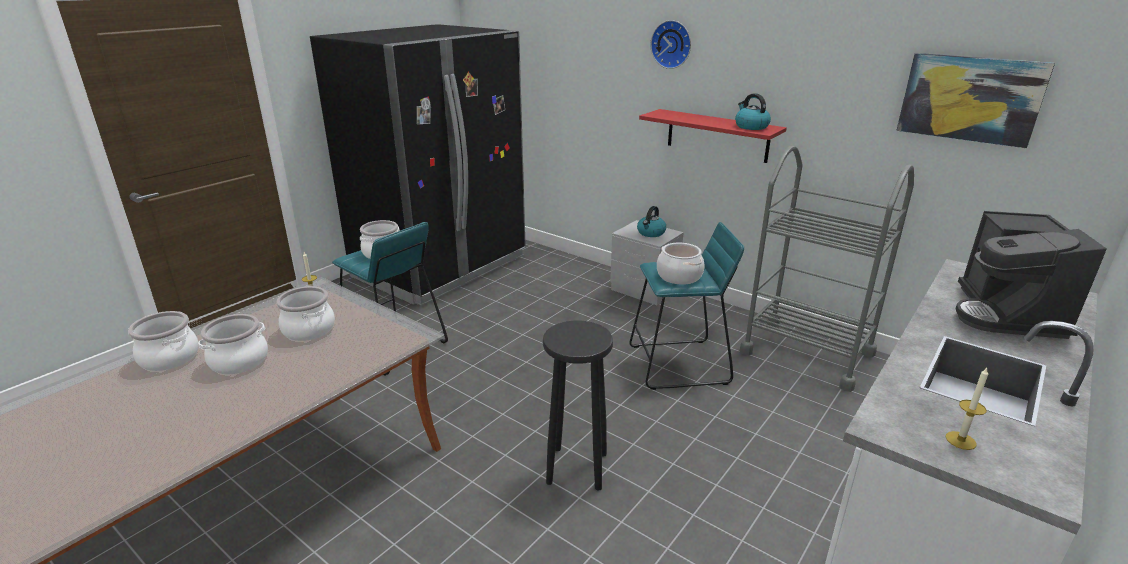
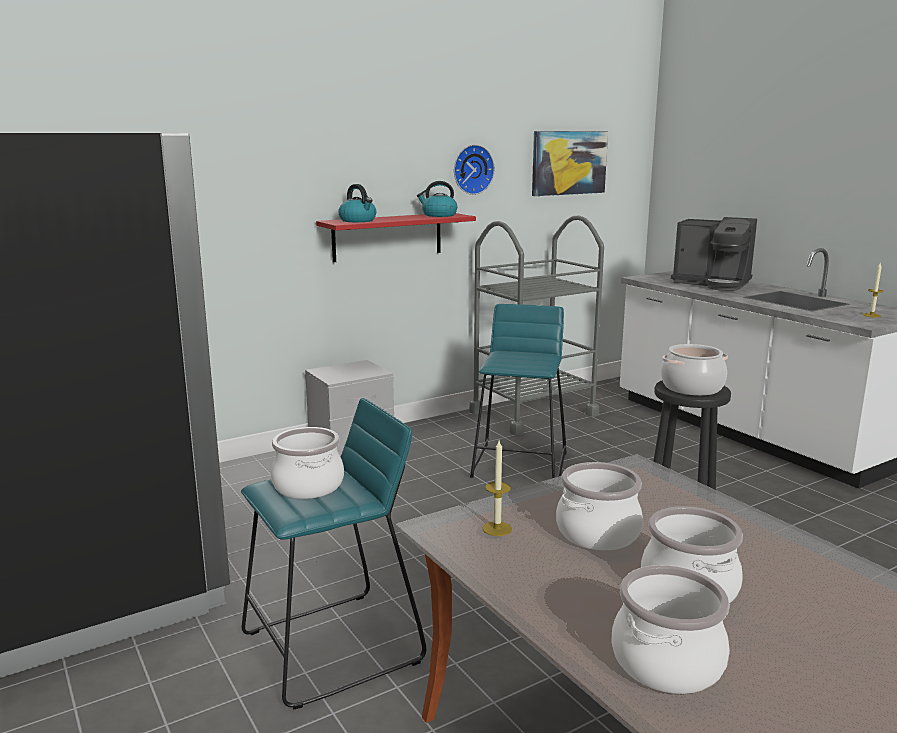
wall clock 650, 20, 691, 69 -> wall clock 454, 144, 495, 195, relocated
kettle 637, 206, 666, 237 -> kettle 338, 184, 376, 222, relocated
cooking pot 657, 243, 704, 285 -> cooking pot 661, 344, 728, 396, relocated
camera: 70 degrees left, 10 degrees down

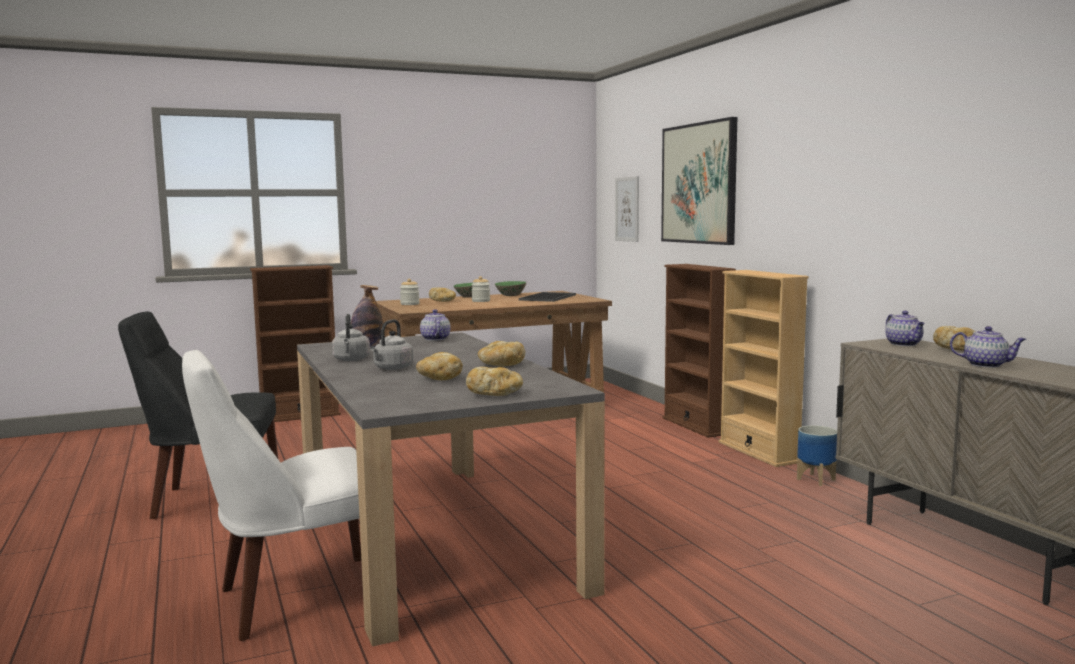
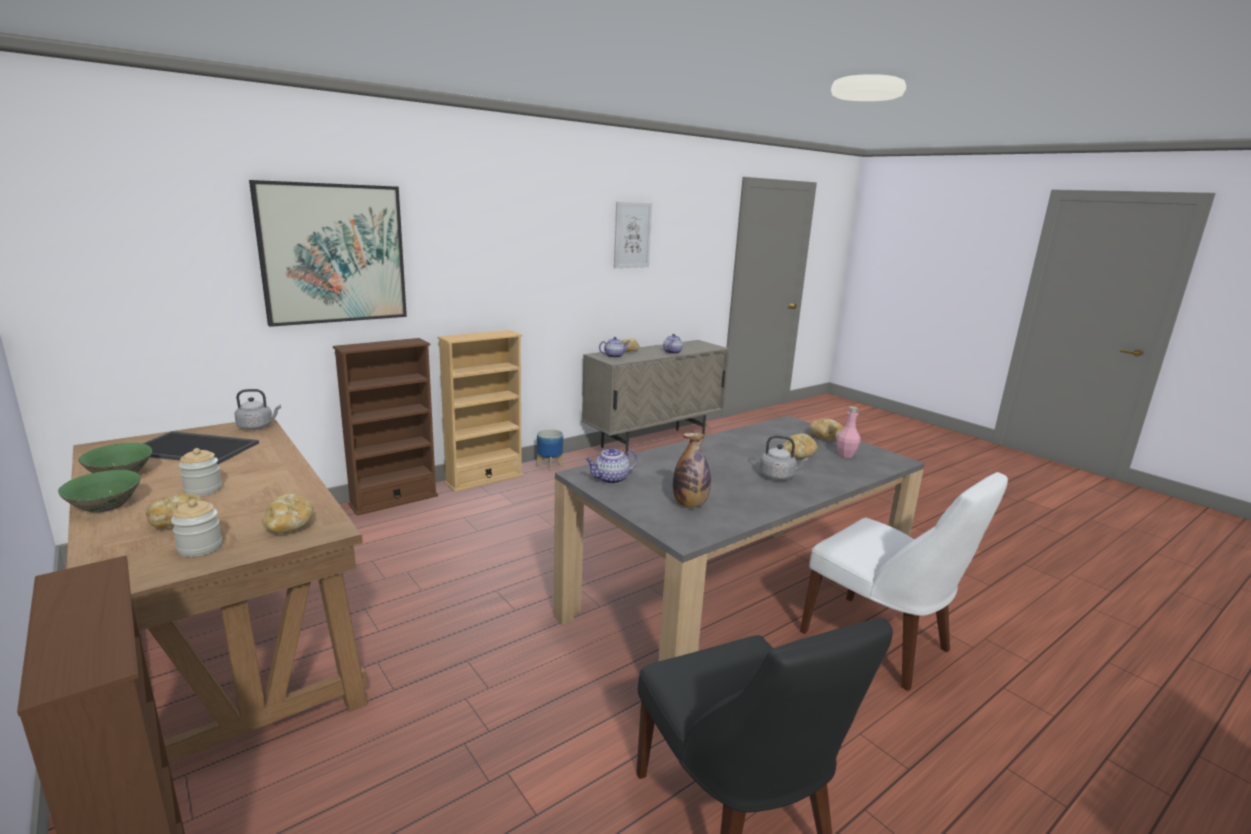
picture 615, 176, 639, 242 -> picture 614, 202, 652, 268, relocated
greyish kettle 332, 314, 370, 361 -> greyish kettle 235, 389, 281, 430, relocated
bakery bread 478, 341, 525, 366 -> bakery bread 262, 494, 313, 533, relocated
none -> pinkish drink bottle 836, 406, 861, 458
camera: 105 degrees left, 10 degrees up

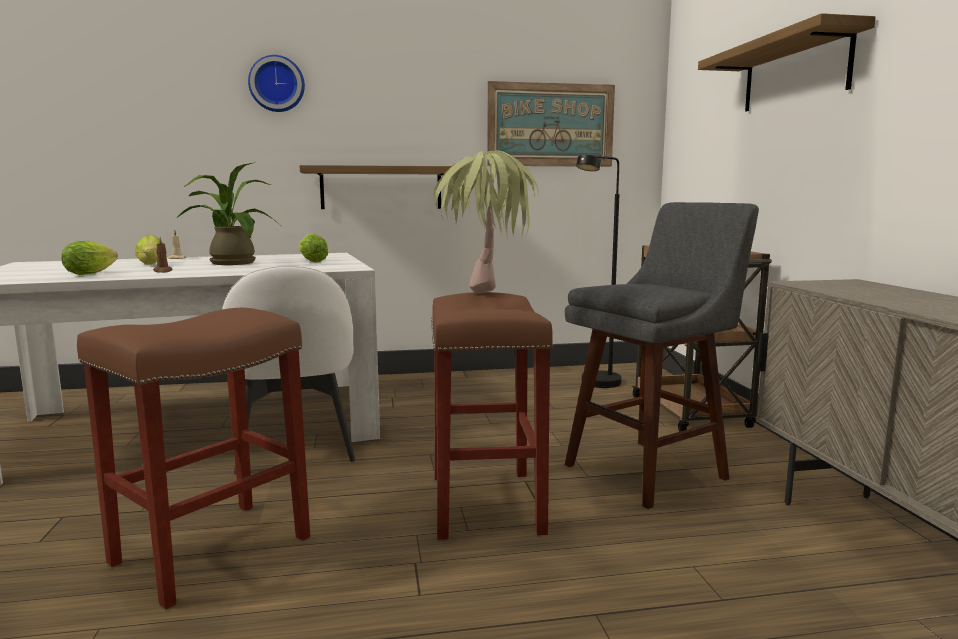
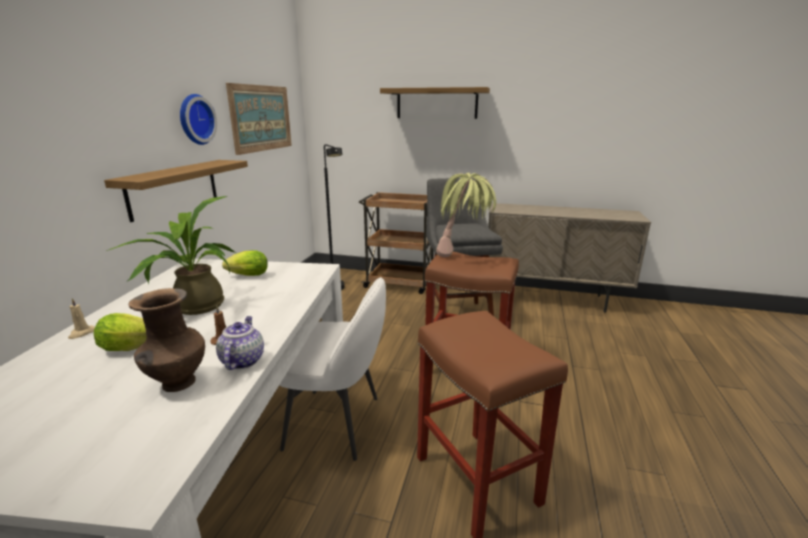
wall clock 248, 55, 305, 112 -> wall clock 180, 94, 217, 145, relocated
head of lettuce 61, 241, 118, 275 -> brown-coloured vase 128, 288, 205, 392
none -> pot for tea 216, 316, 264, 370
camera: 65 degrees left, 10 degrees up

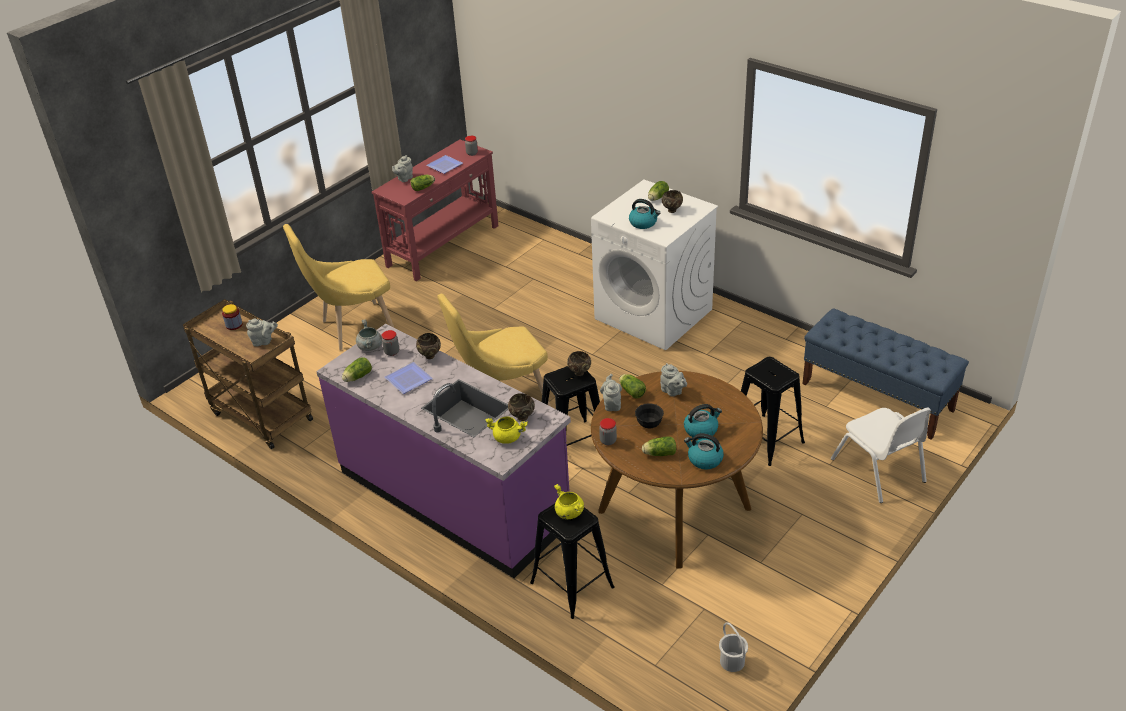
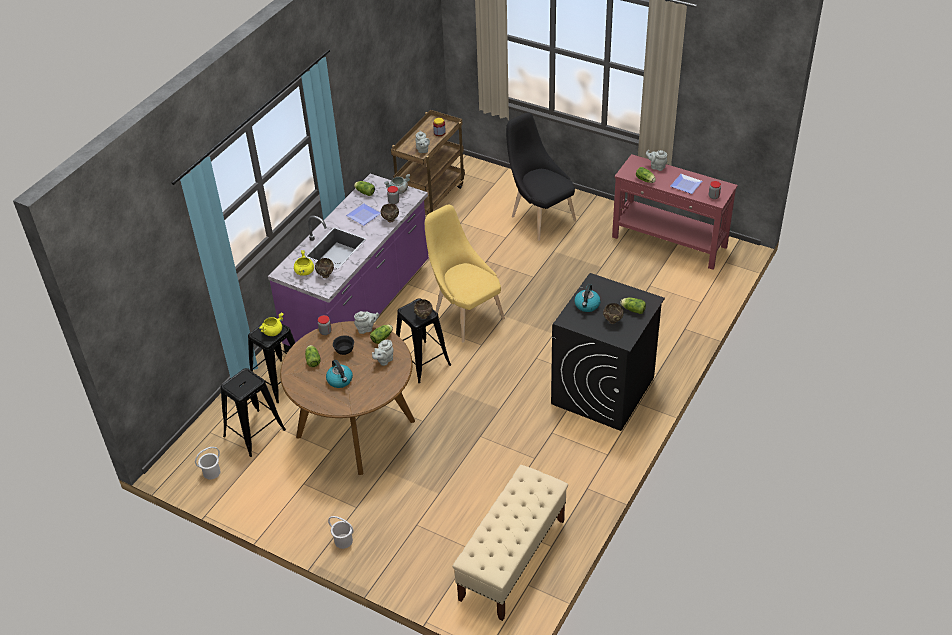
white-coloured laundry machine 591, 180, 718, 350 -> black-coloured laundry machine 551, 273, 665, 431
yellowish upright chair 283, 224, 394, 350 -> black-coloured upright chair 506, 113, 576, 241
blue-coloured bench 802, 308, 969, 440 -> beige-coloured bench 453, 465, 568, 621
black-coloured sitting stool 741, 357, 805, 466 -> black-coloured sitting stool 221, 368, 286, 457, relocated
white-coloured upright chair 831, 407, 931, 503 -> none
kettle 684, 433, 724, 469 -> none
none -> white-coloured water bucket 328, 516, 354, 549
camera: 80 degrees right, 5 degrees up

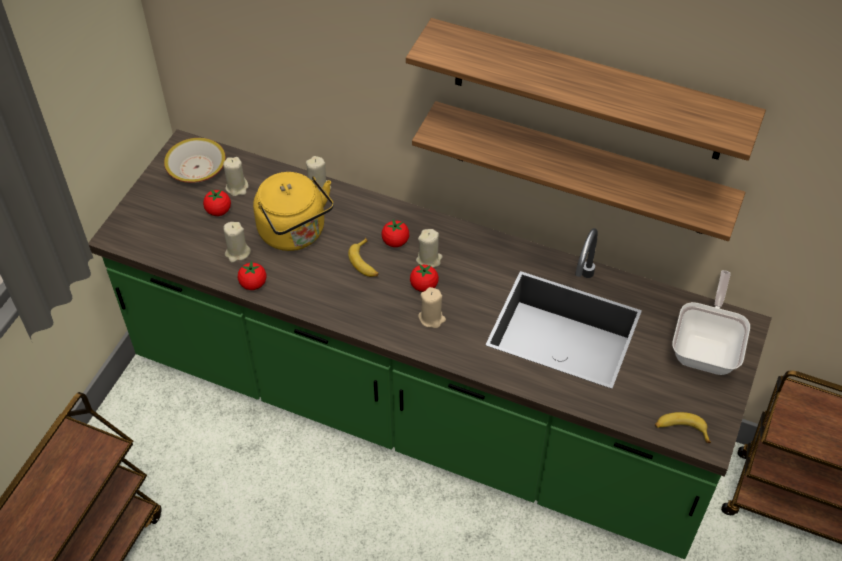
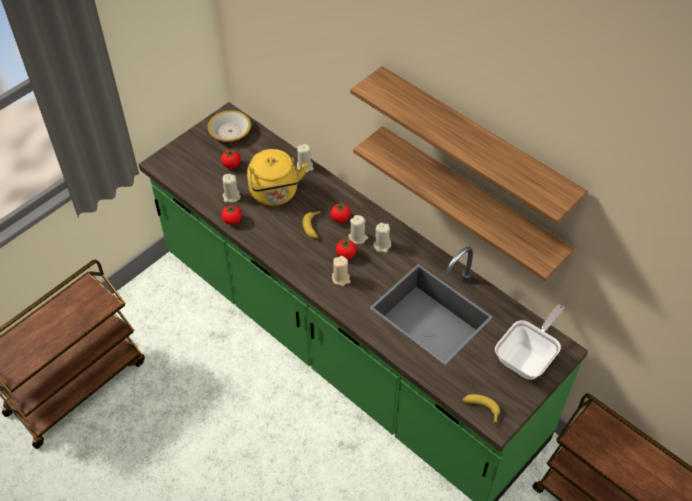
beige-coloured wax candle 223, 157, 249, 196 -> beige-coloured wax candle 373, 223, 391, 253, relocated
camera: 20 degrees right, 0 degrees up

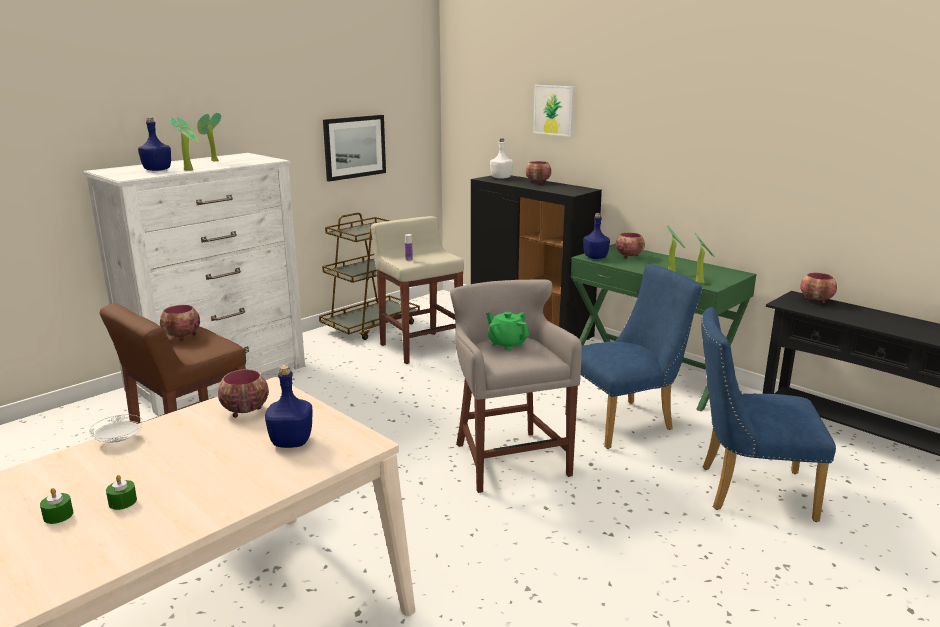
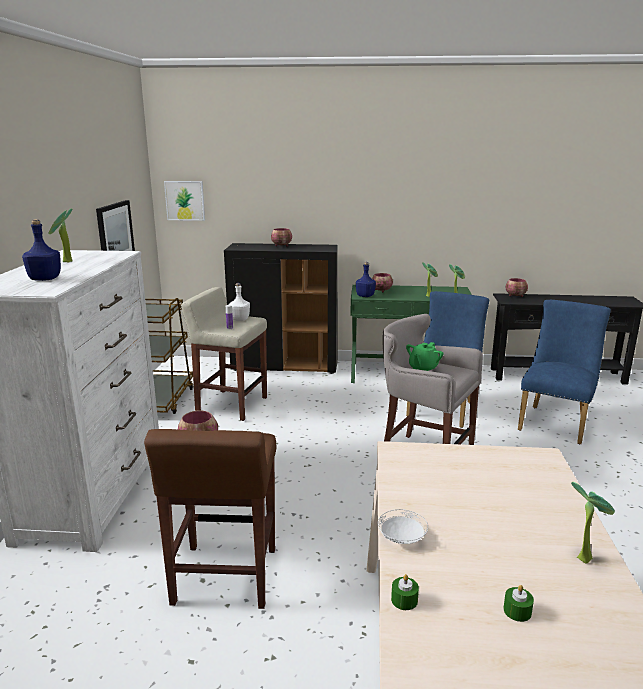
picture 533, 85, 575, 137 -> picture 164, 181, 205, 221, relocated
plant in a pot 170, 117, 199, 170 -> plant in a pot 571, 482, 615, 564, relocated
white-coloured drink bottle 490, 138, 513, 179 -> white-coloured drink bottle 229, 283, 250, 321, relocated
blue-coloured upright chair 701, 307, 836, 522 -> blue-coloured upright chair 518, 300, 611, 444, 150 degrees clockwise
greenish pot for tea 486, 312, 529, 350 -> greenish pot for tea 406, 342, 443, 371, 60 degrees counterclockwise
blue-coloured drink bottle 265, 366, 313, 448 -> none
serving bowl 218, 369, 269, 418 -> none
greenish wax candle 106, 475, 137, 510 -> greenish wax candle 391, 574, 419, 610, relocated
camera: 40 degrees left, 0 degrees up

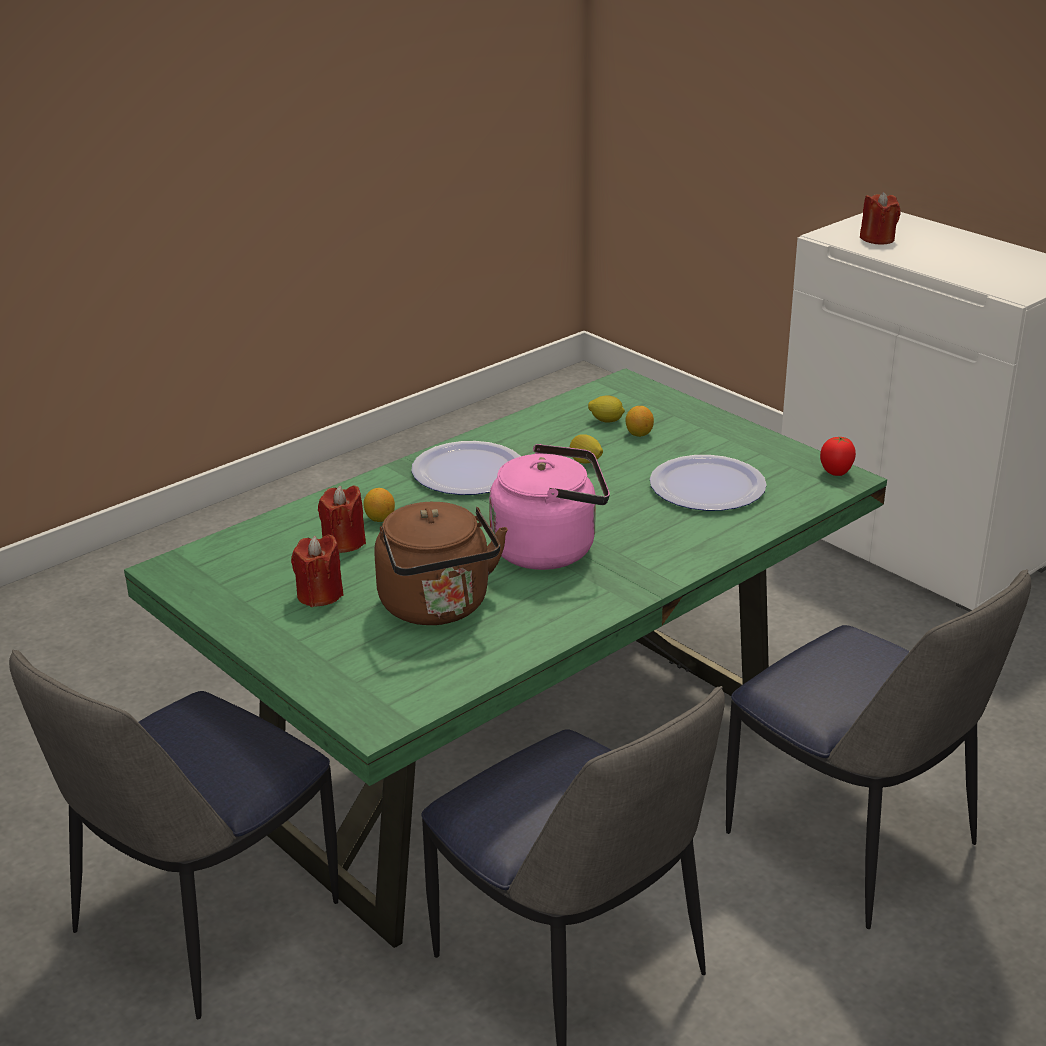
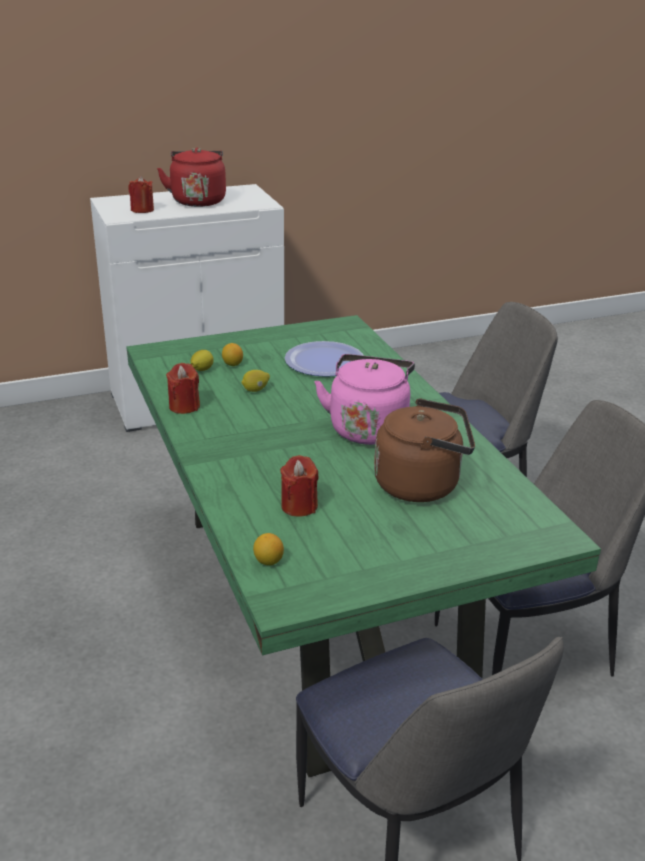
tomato 820, 436, 856, 476 -> none
dinner plate 412, 441, 521, 495 -> none
citrus fruit 363, 488, 395, 522 -> citrus fruit 253, 533, 284, 565, relocated
reddish wax candle 291, 535, 344, 607 -> reddish wax candle 166, 363, 200, 414, relocated
none -> reddish kettle 157, 147, 226, 207
camera: 70 degrees left, 0 degrees up

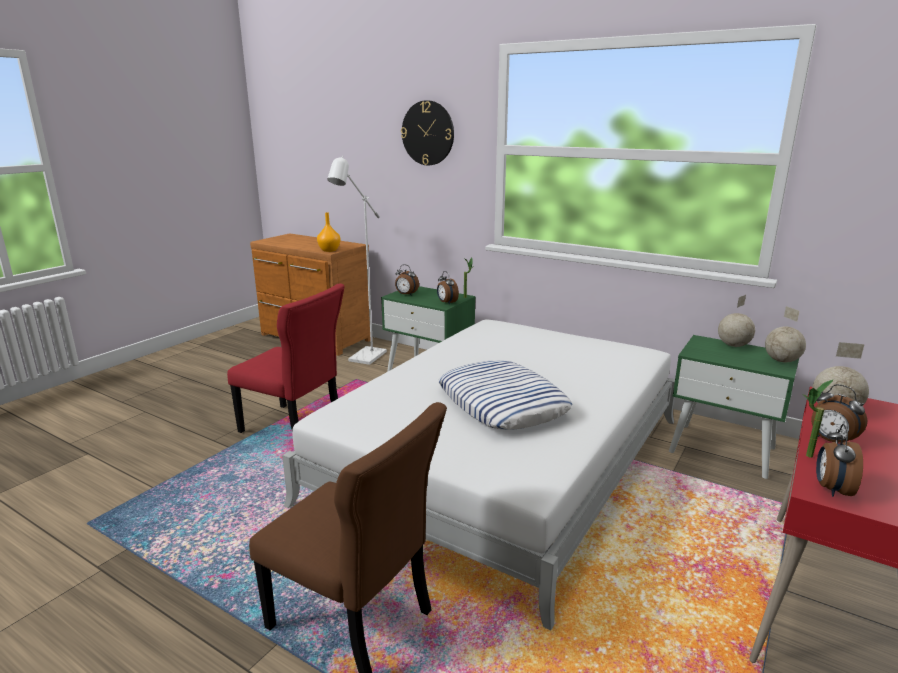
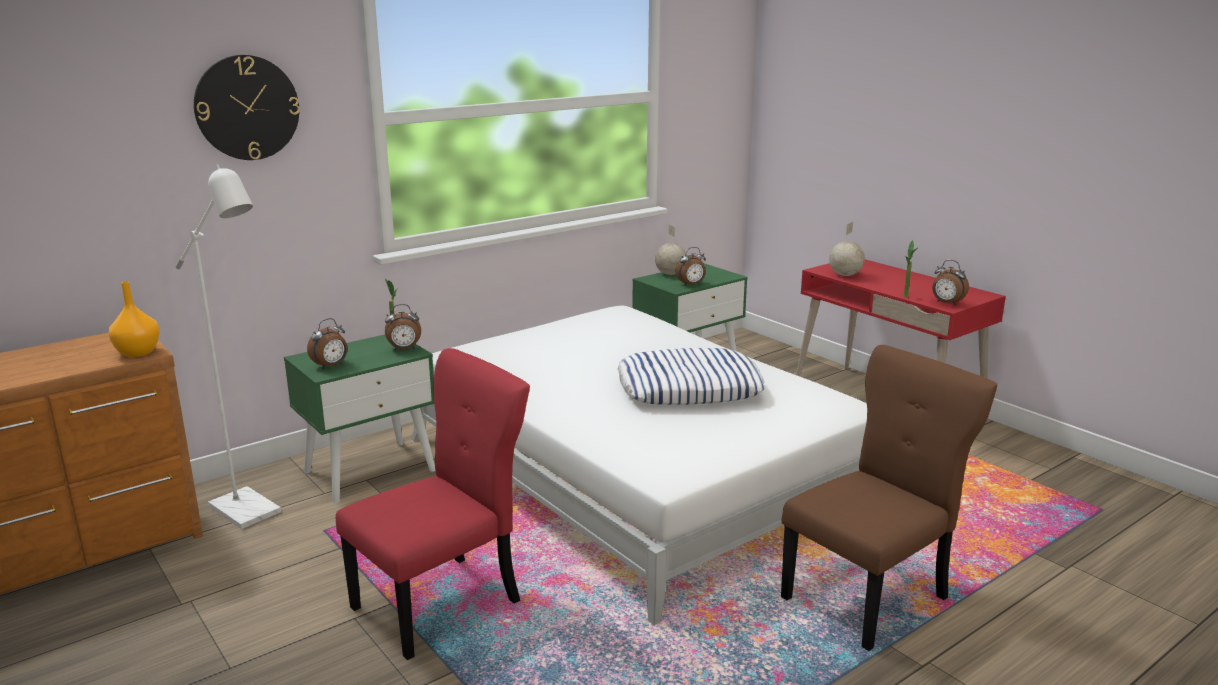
desk globe 765, 306, 806, 362 -> none
alarm clock 811, 384, 867, 443 -> alarm clock 675, 247, 706, 286, relocated
camera: 70 degrees left, 0 degrees up

